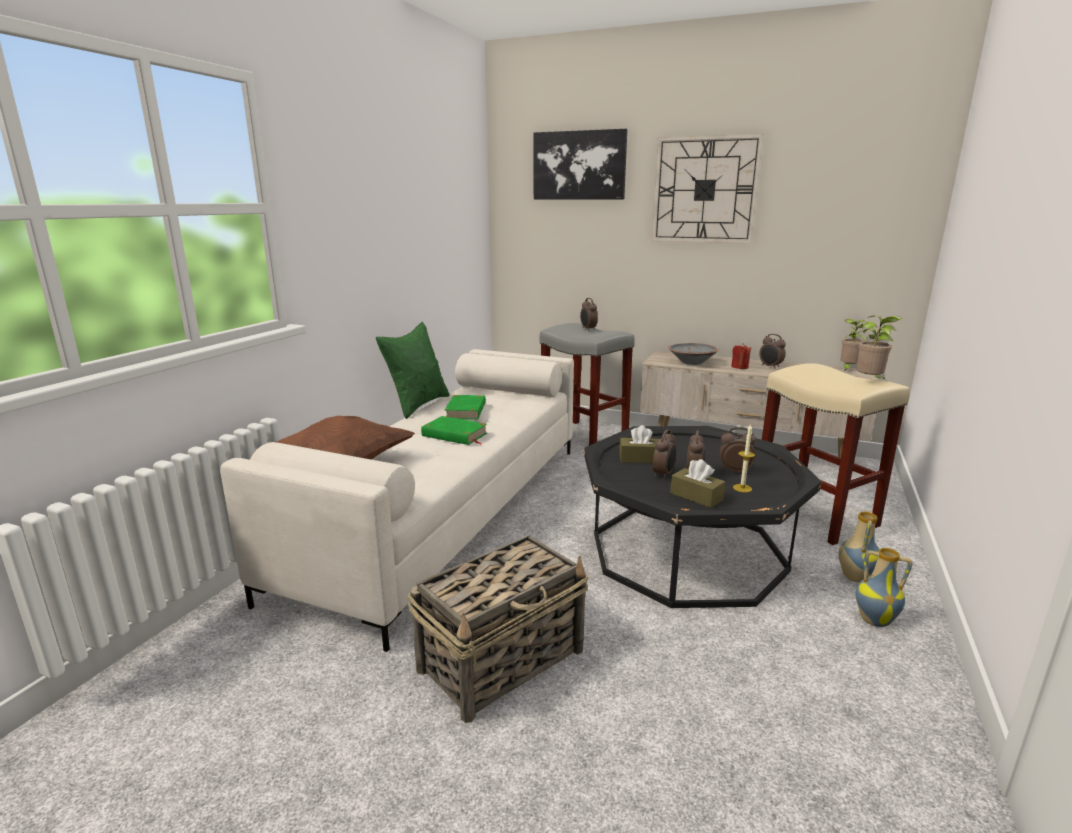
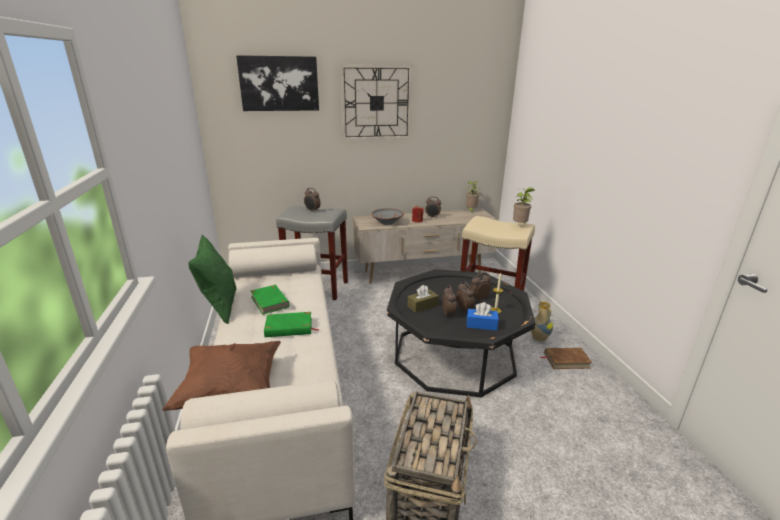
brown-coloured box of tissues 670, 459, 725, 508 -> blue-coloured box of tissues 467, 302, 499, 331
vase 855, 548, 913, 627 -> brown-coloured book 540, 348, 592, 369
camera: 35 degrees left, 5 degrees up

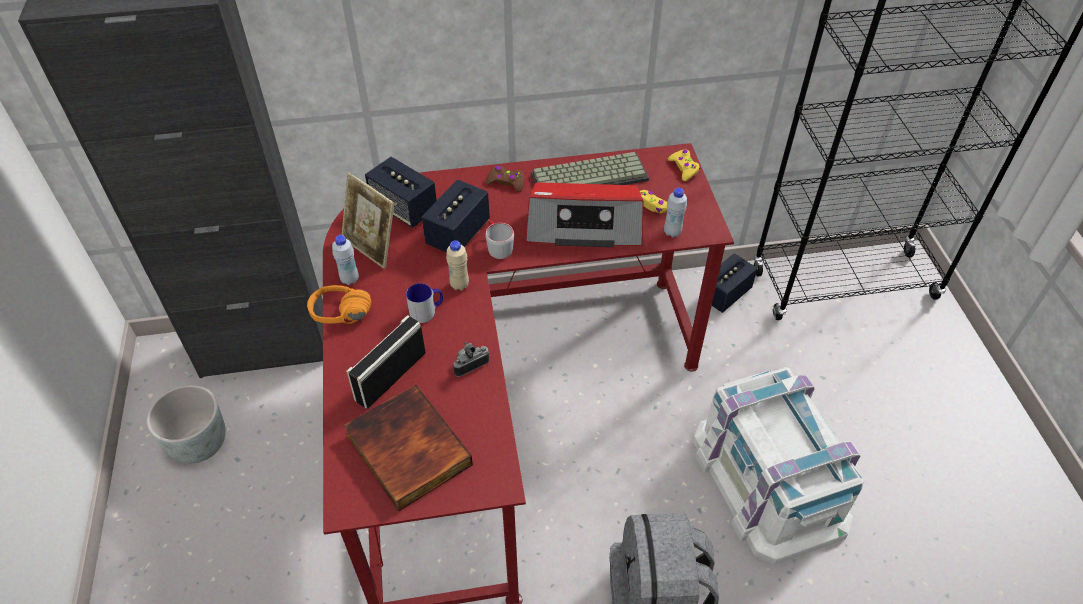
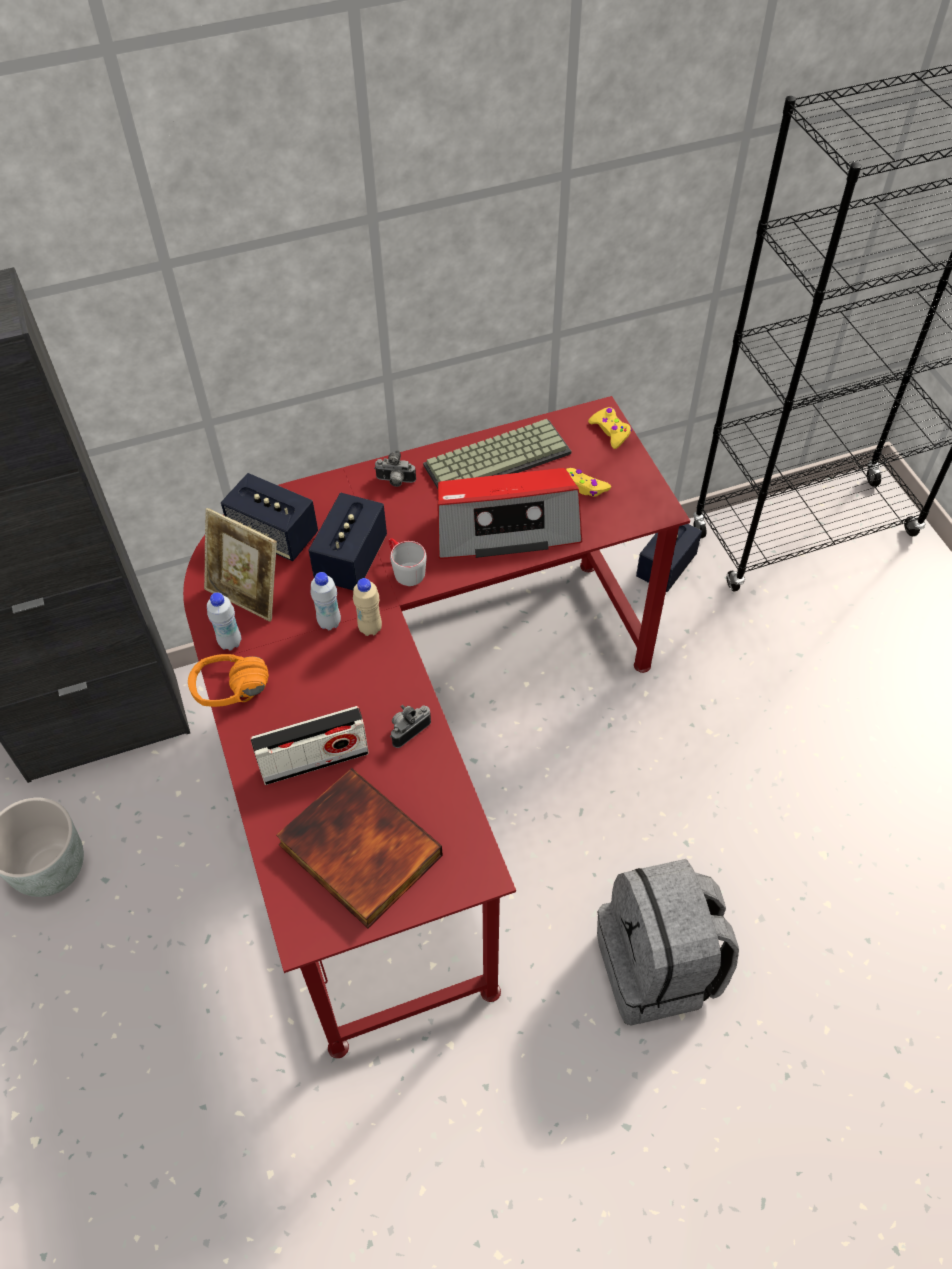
brown-coloured gamepad 486, 165, 524, 192 -> still camera 374, 450, 416, 487
white-coloured drink bottle 664, 188, 687, 238 -> white-coloured drink bottle 311, 572, 341, 630, relocated
coffee mug 406, 283, 443, 323 -> none
radio 346, 315, 426, 409 -> radio 251, 706, 369, 785, 135 degrees counterclockwise
white-coloured storage box 693, 367, 864, 564 -> none
camera: 10 degrees left, 5 degrees up

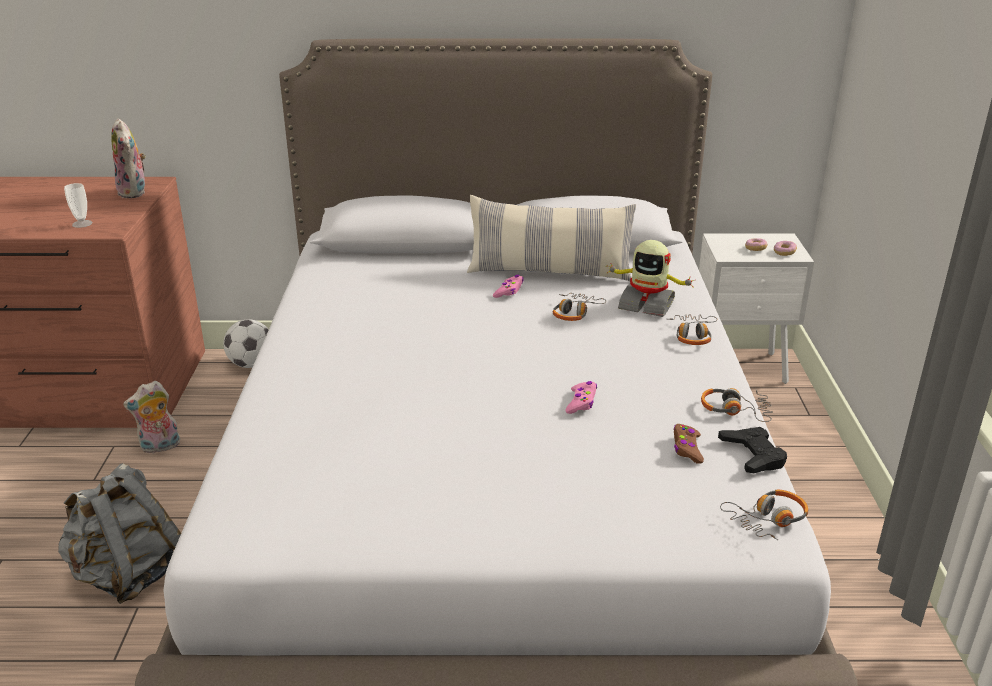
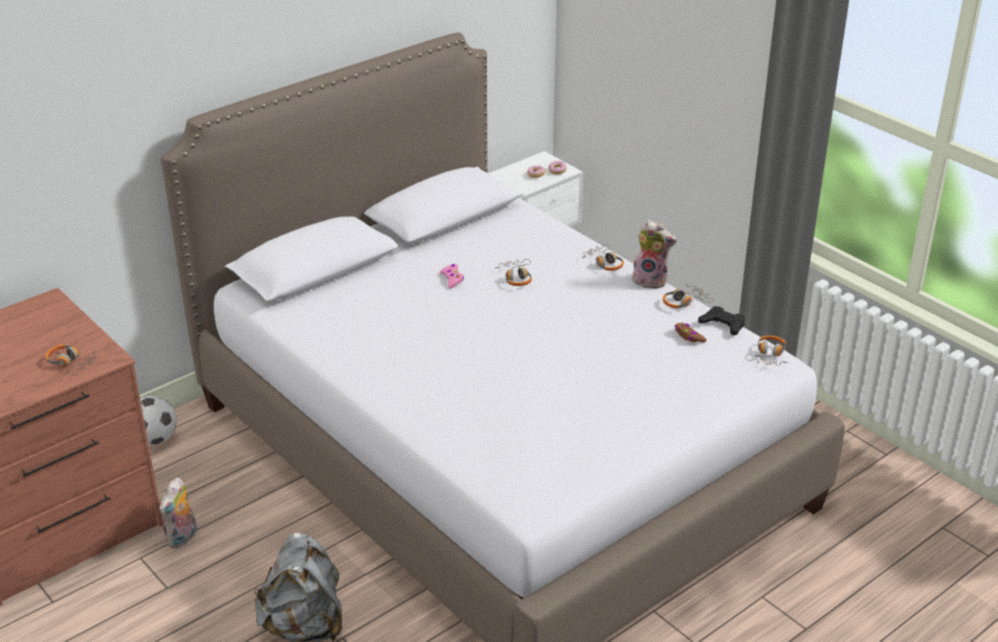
soft toy 111, 118, 146, 198 -> soft toy 630, 220, 677, 289, relocated
cup 64, 183, 92, 228 -> headset 46, 345, 98, 375
pillow 467, 195, 636, 281 -> none
toy robot 606, 240, 696, 317 -> none
pinkish gamepad 566, 381, 597, 414 -> none
camera: 40 degrees left, 5 degrees up

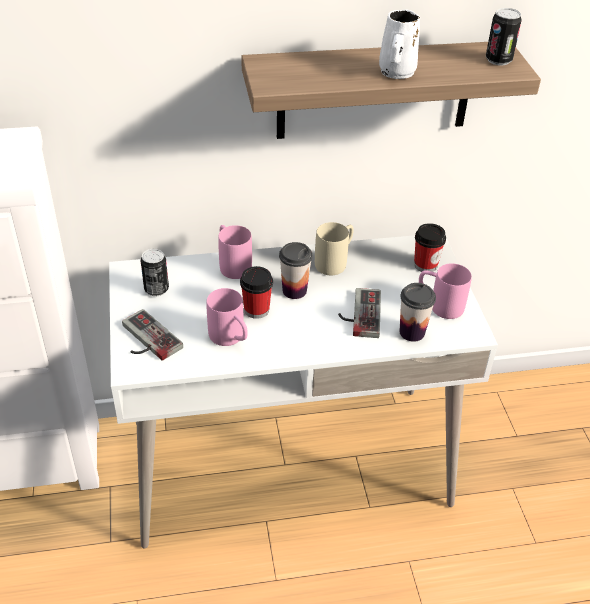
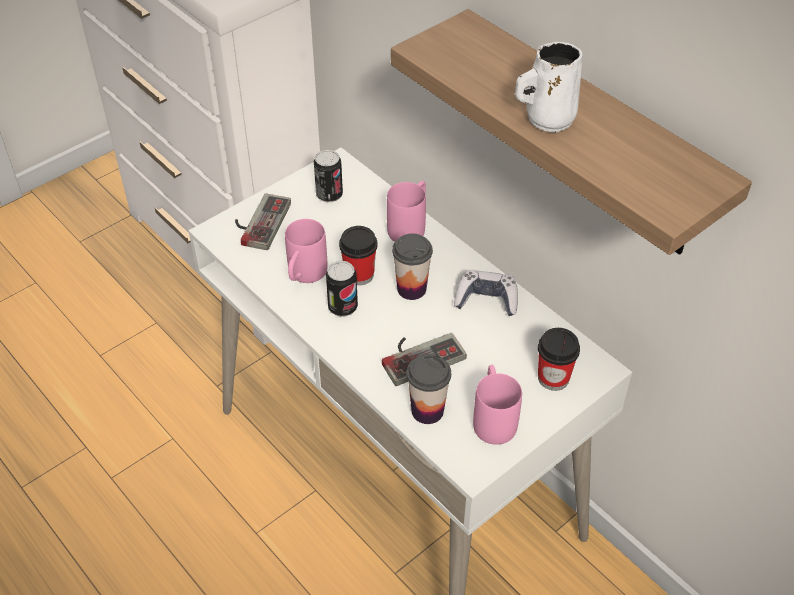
sealed can 486, 8, 522, 66 -> sealed can 326, 261, 358, 317, relocated
beige-coloured coffee mug 315, 222, 354, 275 -> gamepad 454, 270, 518, 316
camera: 60 degrees right, 5 degrees up

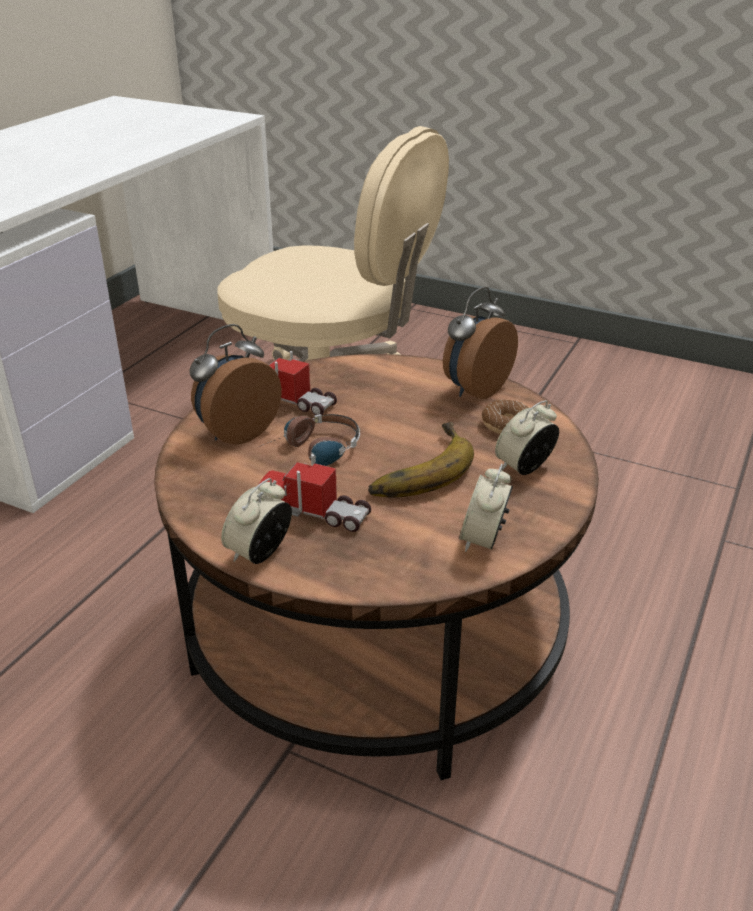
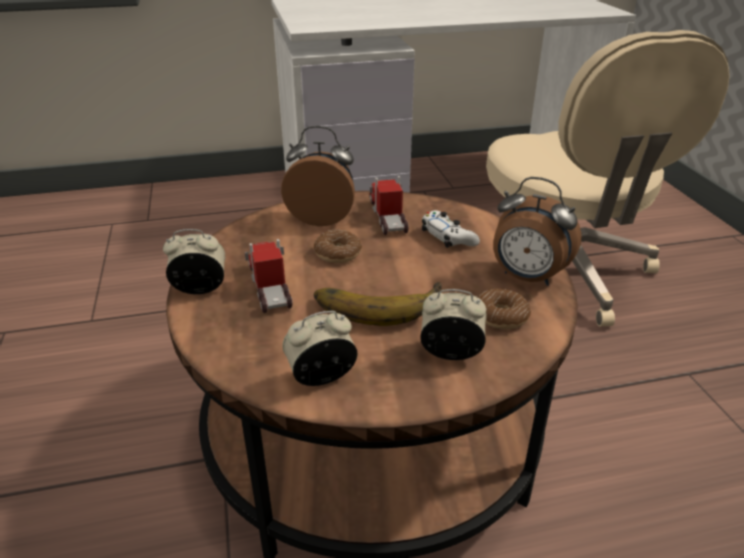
alarm clock 443, 287, 518, 399 -> alarm clock 493, 177, 582, 286, 150 degrees counterclockwise
headset 259, 414, 360, 466 -> doughnut 314, 230, 362, 263
none -> white-coloured gamepad 422, 210, 480, 248
camera: 50 degrees right, 0 degrees up

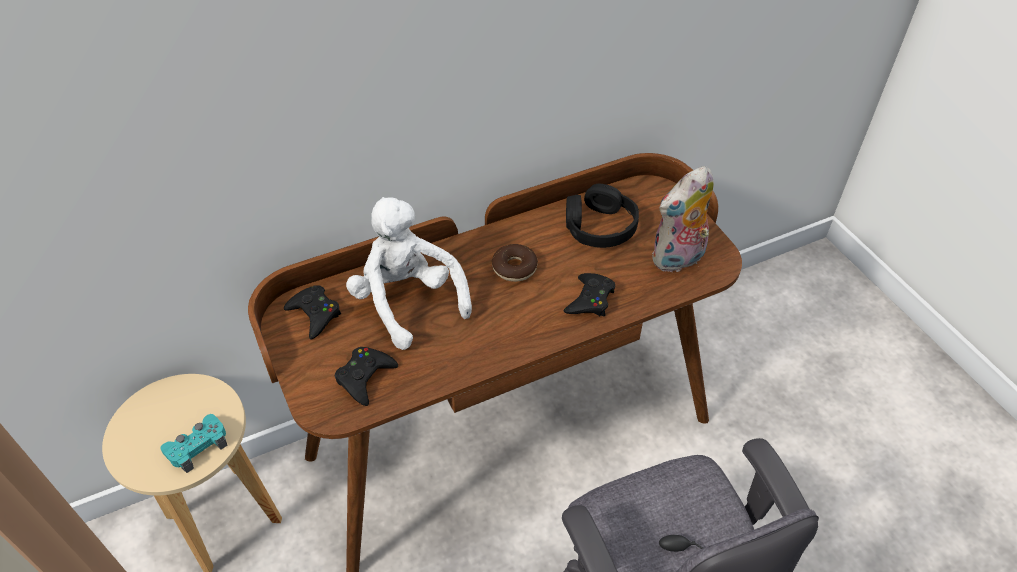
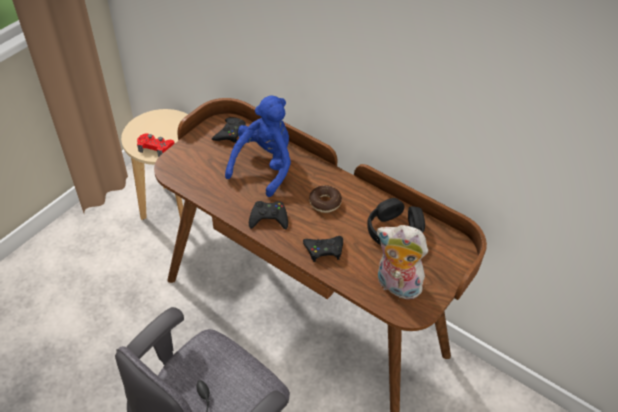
white-coloured soft toy 346, 197, 472, 350 -> blue-coloured soft toy 225, 96, 291, 197
black-coloured gamepad 335, 347, 398, 406 -> black-coloured gamepad 249, 201, 288, 229, relocated
blue-green gamepad 160, 414, 227, 473 -> reddish gamepad 137, 133, 175, 157
camera: 60 degrees right, 0 degrees up

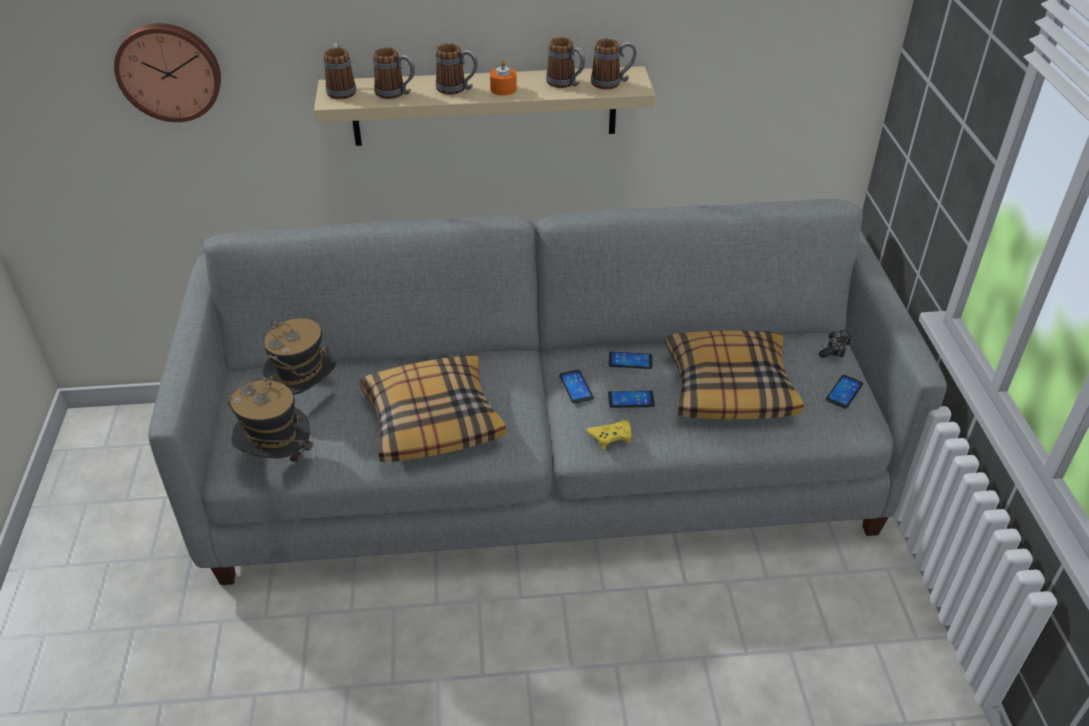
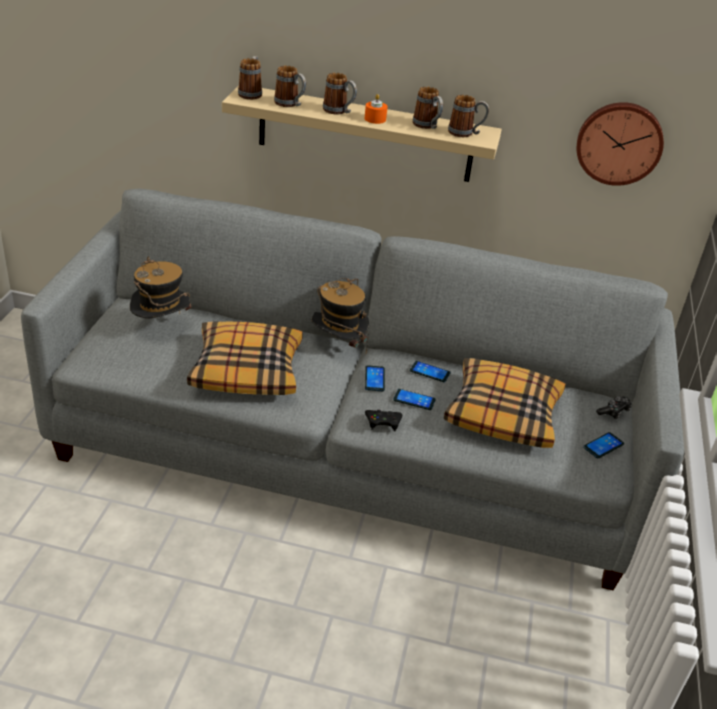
wall clock 114, 23, 221, 122 -> wall clock 577, 102, 664, 186, relocated
hat 227, 374, 317, 462 -> hat 311, 278, 369, 353, relocated
yellowish gamepad 587, 420, 632, 449 -> black-coloured gamepad 365, 410, 402, 431
camera: 15 degrees right, 5 degrees down

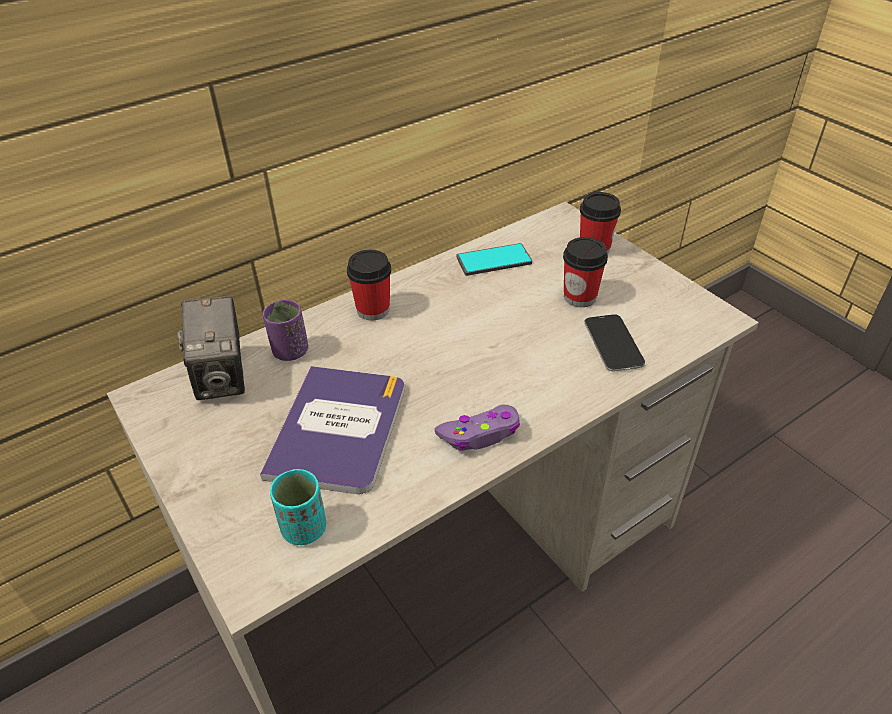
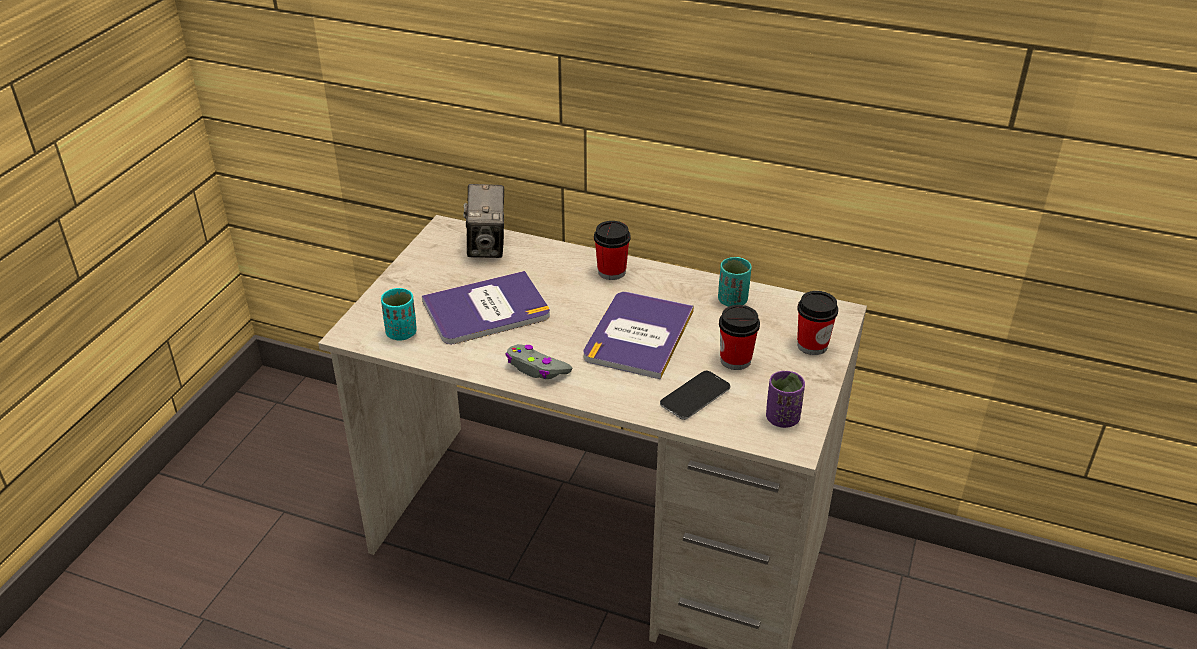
phone 457, 243, 532, 276 -> blue-green cup 718, 257, 751, 307
still camera 177, 296, 245, 400 -> still camera 463, 184, 504, 258, 45 degrees counterclockwise
purplish cup 263, 300, 308, 361 -> purplish cup 766, 371, 805, 428, relocated
purplish gamepad 434, 405, 520, 451 -> greyish gamepad 505, 344, 572, 379
none -> book 583, 292, 694, 379
camera: 55 degrees right, 5 degrees down

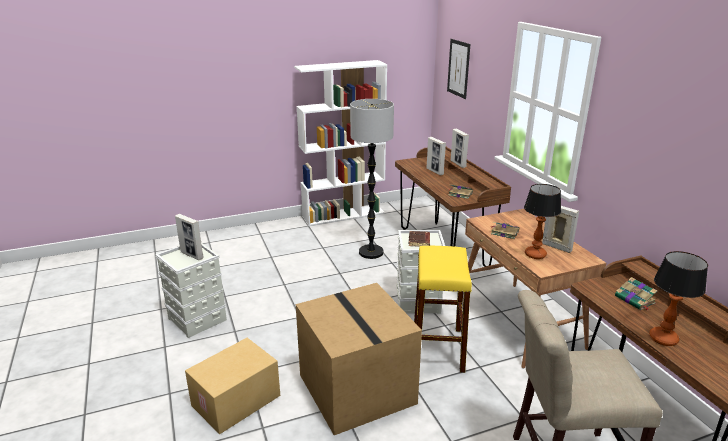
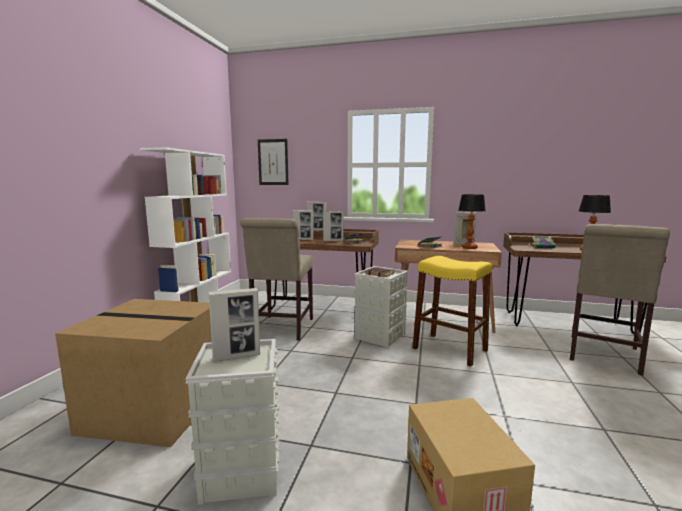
standing lamp 350, 99, 394, 259 -> beige-coloured upright chair 240, 218, 313, 340
packing box 296, 283, 422, 435 -> packing box 55, 299, 212, 447, relocated
none -> picture frame 323, 211, 344, 241
camera: 55 degrees left, 15 degrees down

